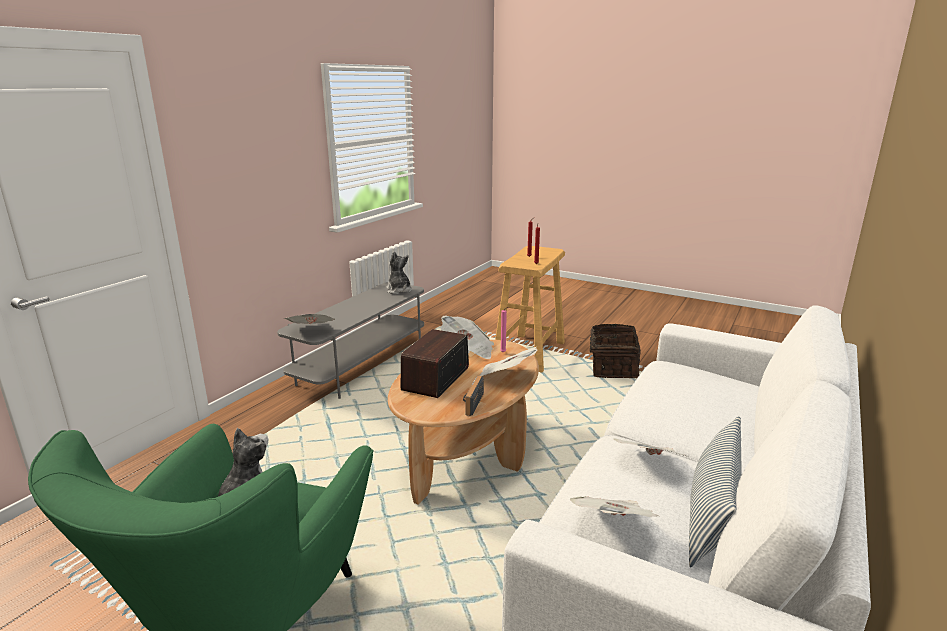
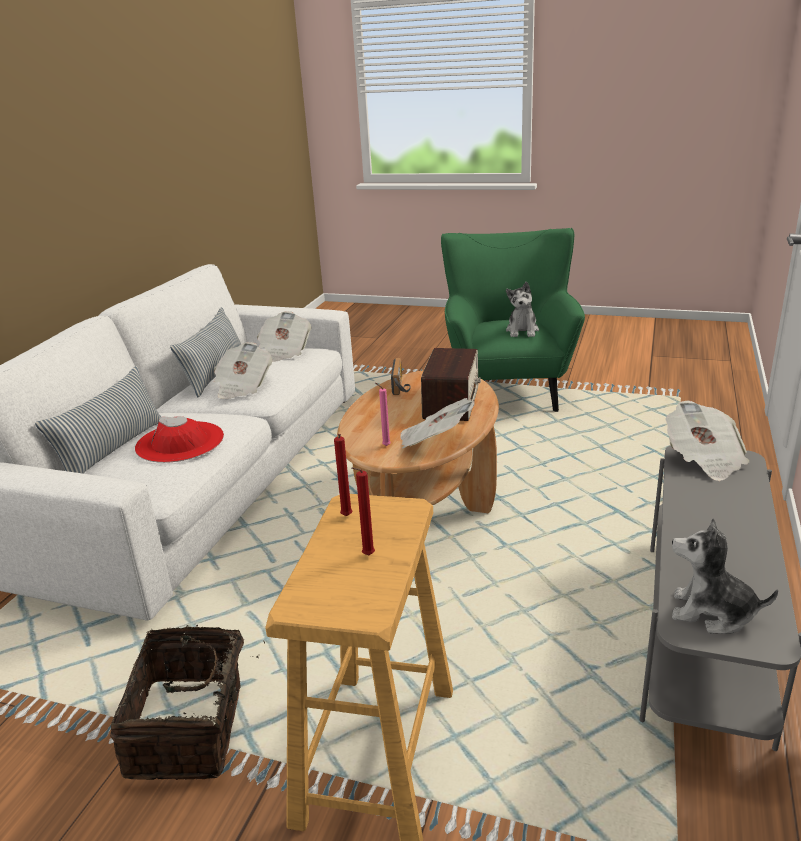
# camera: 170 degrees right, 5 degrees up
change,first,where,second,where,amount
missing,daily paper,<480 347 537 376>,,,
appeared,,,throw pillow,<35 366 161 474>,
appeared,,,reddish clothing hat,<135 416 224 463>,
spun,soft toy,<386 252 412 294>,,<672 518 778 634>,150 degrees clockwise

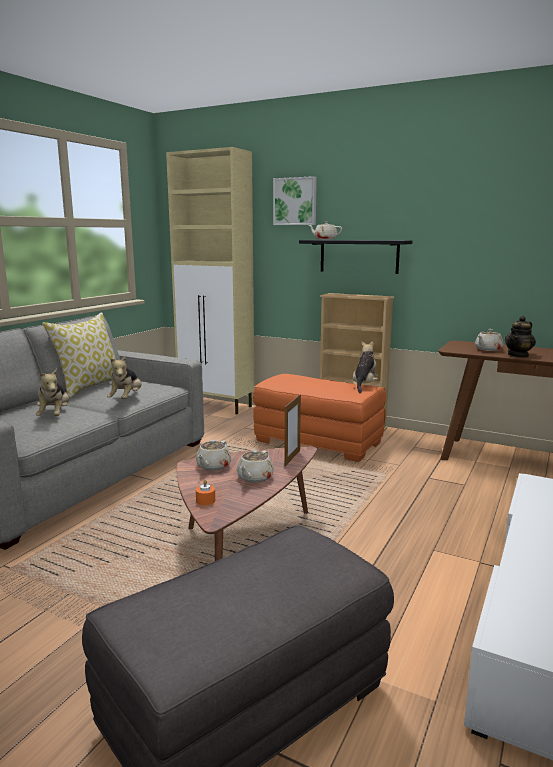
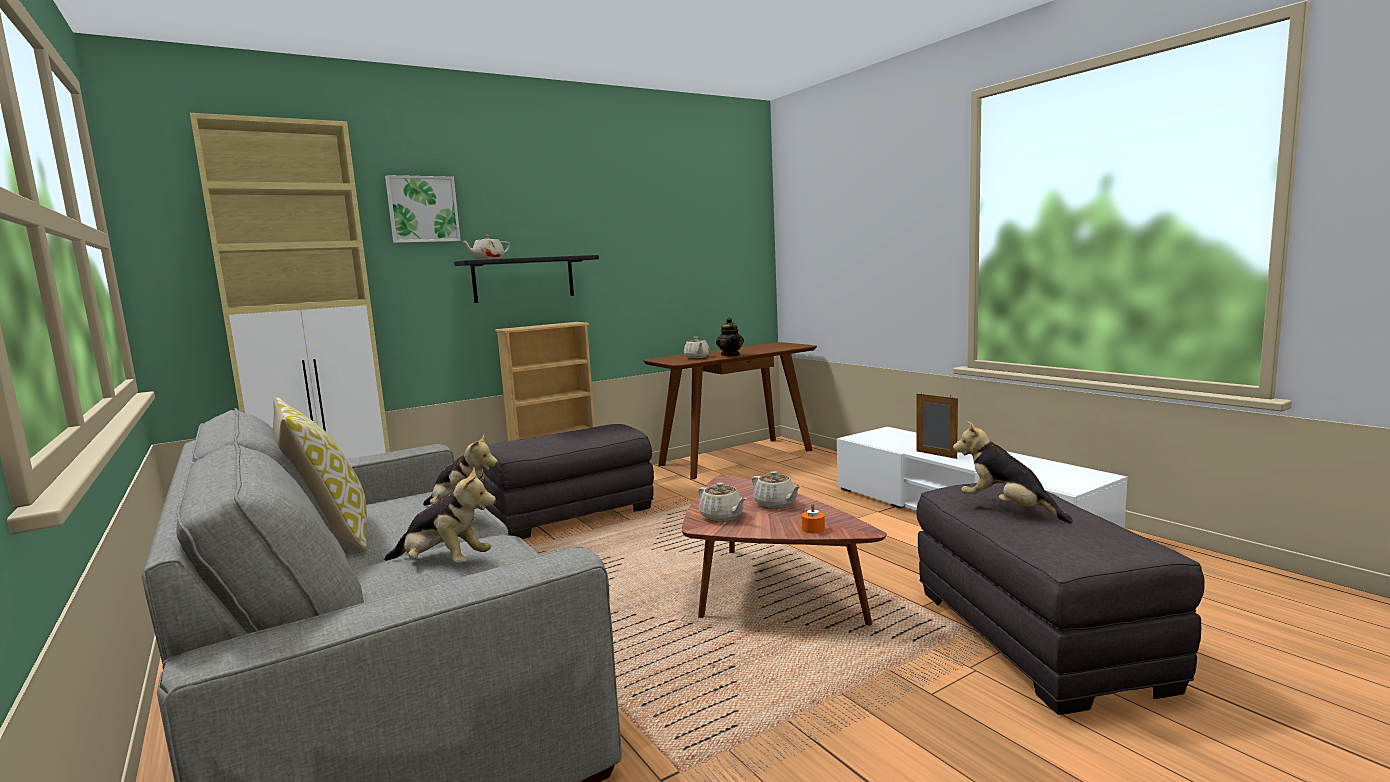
# camera: 60 degrees left, 5 degrees down
change,first,where,second,where,amount
relocated,photo frame,<284 394 301 467>,,<916 392 958 459>,
relocated,soft toy,<353 341 378 393>,,<953 421 1073 523>,
colour,orange-coloured ottoman,<253 374 386 462>,grey ottoman,<483 424 654 539>,

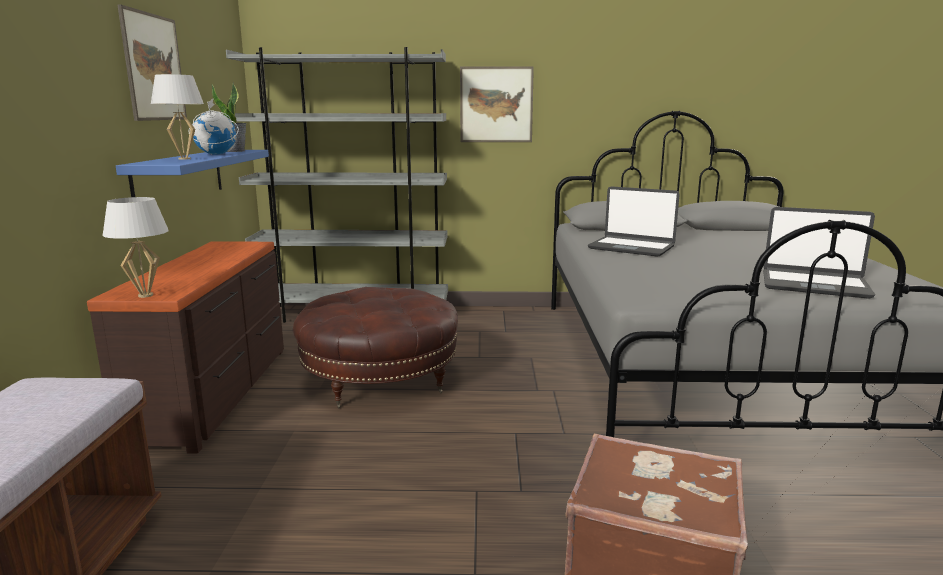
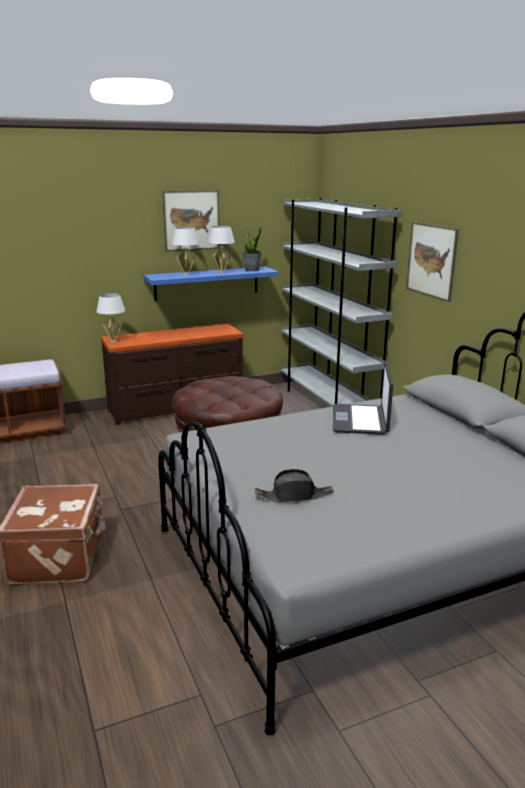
# camera: 65 degrees right, 5 degrees up
change,first,where,second,where,amount
exchanged,globe,<188 99 239 155>,white-coloured lamp for a table,<208 226 235 273>,
exchanged,notebook computer,<763 207 875 299>,black clothing hat,<254 469 333 502>,

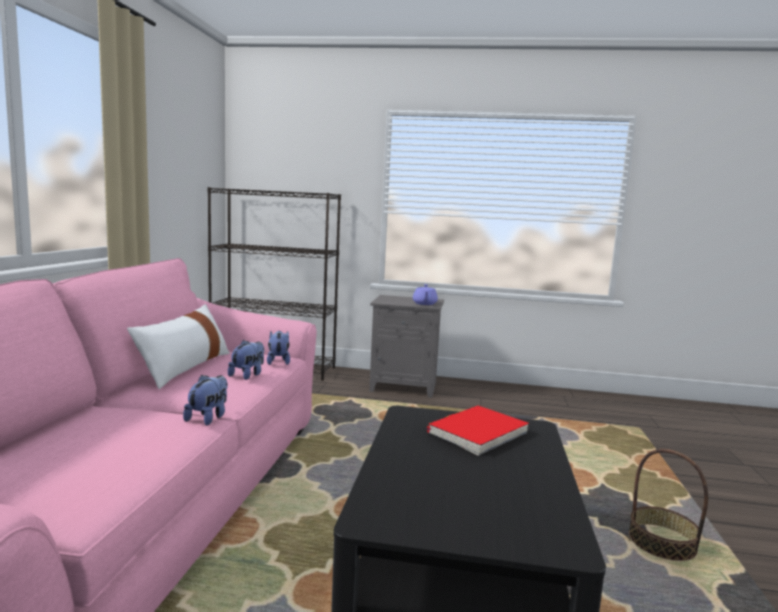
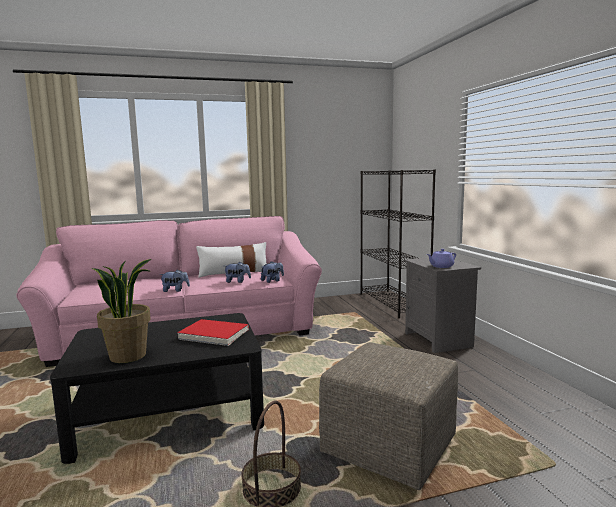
# camera: 65 degrees right, 0 degrees up
change,first,where,second,where,amount
appeared,,,plant in a pot,<92 259 151 363>,
appeared,,,sand-coloured ottoman,<319 342 458 490>,

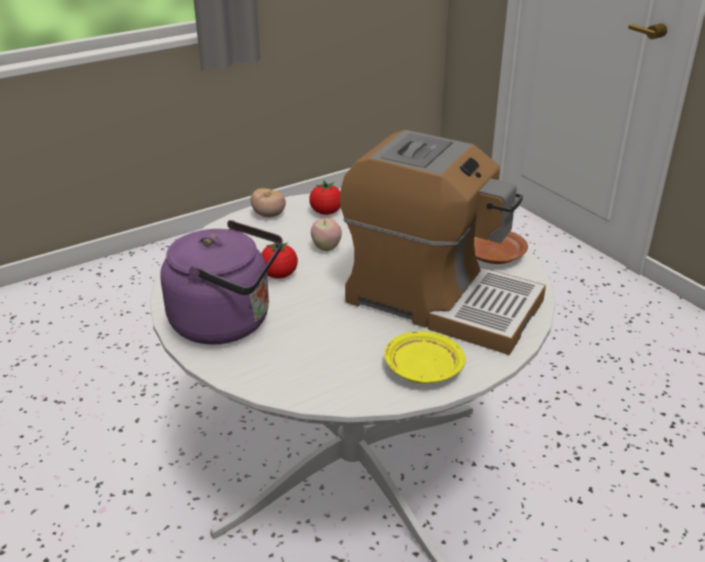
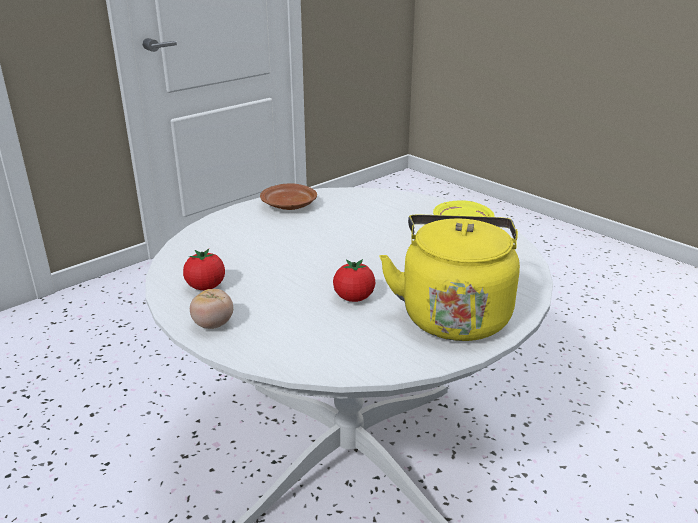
# camera: 100 degrees left, 5 degrees down
change,first,where,second,where,amount
missing,apple fruit,<311 218 342 251>,,,
missing,coffee brewer,<340 130 546 355>,,,
colour,purplish kettle,<160 220 283 345>,yellowish kettle,<380 215 520 341>,

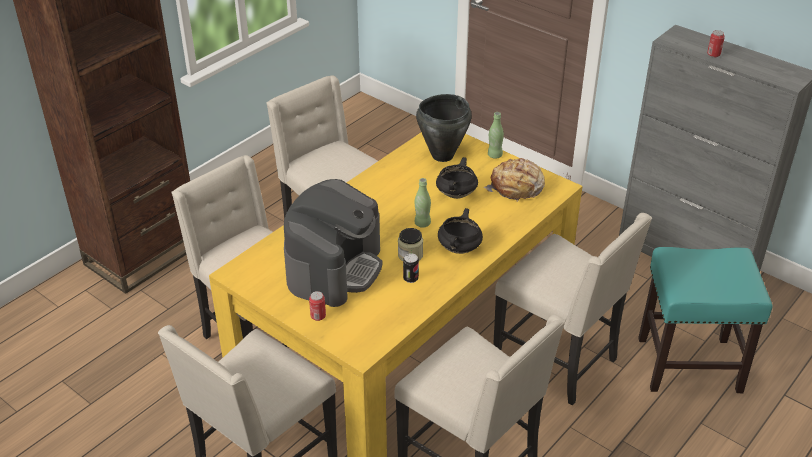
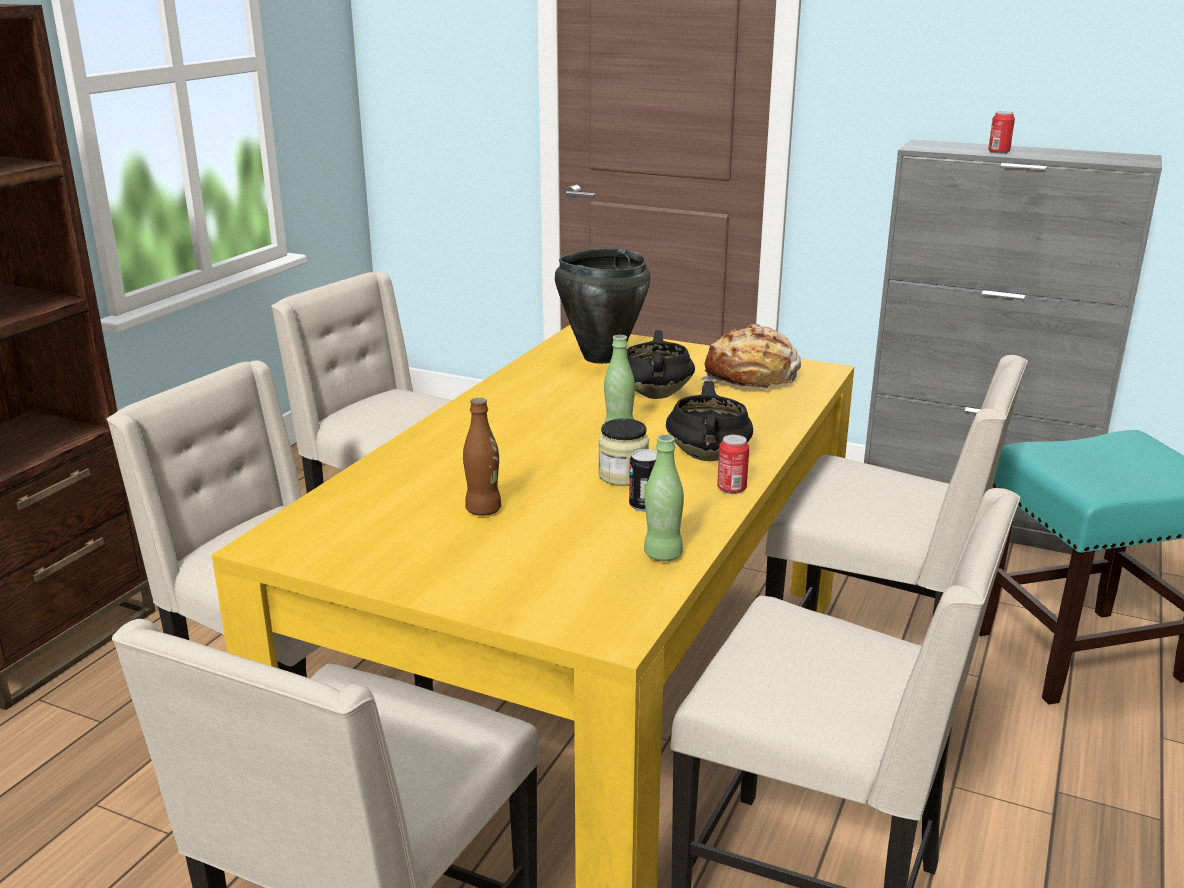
# camera: 15 degrees left, 15 degrees down
change,first,where,second,where,amount
relocated,metal can,<309 291 326 321>,,<717 435 749 494>,
relocated,green bottle,<488 112 504 159>,,<644 434 684 561>,
exchanged,coffee brewer,<284 179 382 307>,brown-coloured bottle,<463 398 501 516>,

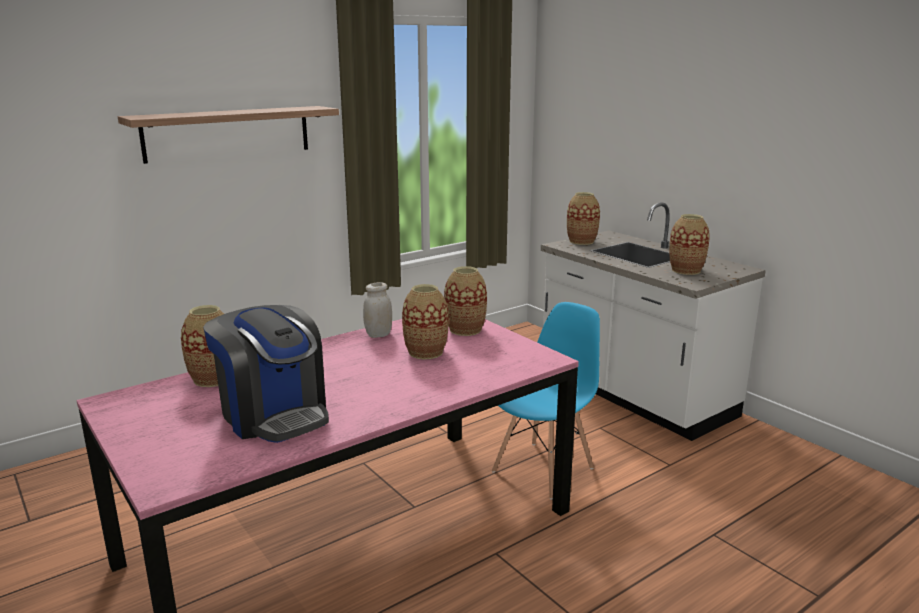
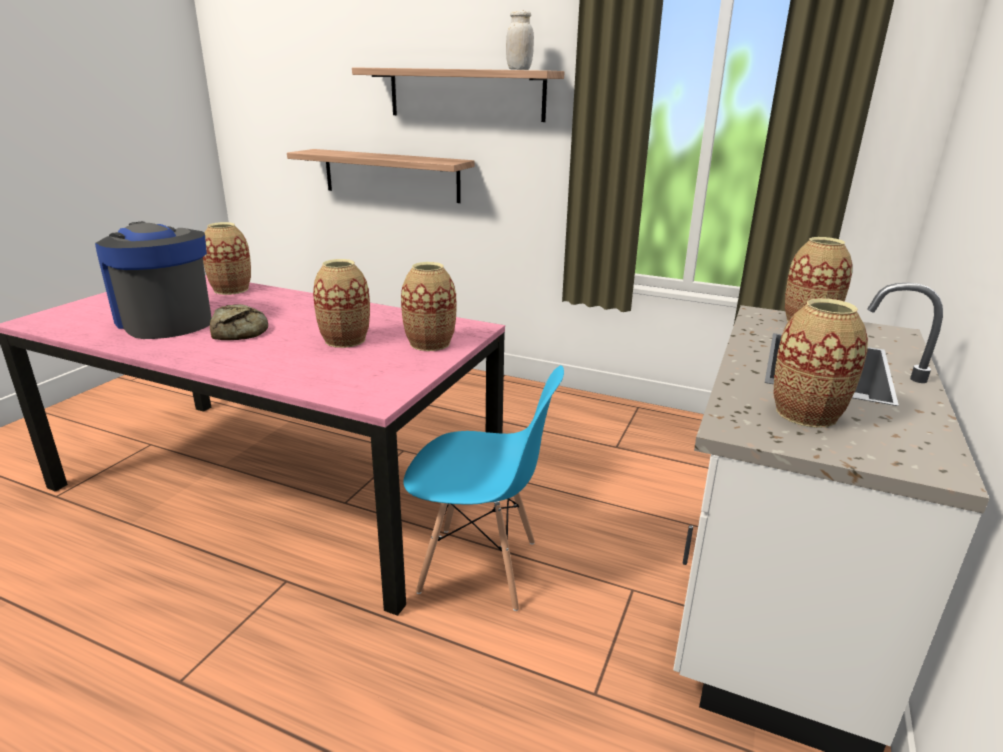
# camera: 60 degrees right, 5 degrees up
change,first,where,second,where,amount
appeared,,,baked bread,<210 304 268 340>,
appeared,,,wall shelf,<287 149 475 203>,
relocated,white-coloured jar,<363 282 392 338>,,<506 11 534 70>,
spun,coffee brewer,<203 305 329 443>,,<95 221 212 339>,120 degrees clockwise

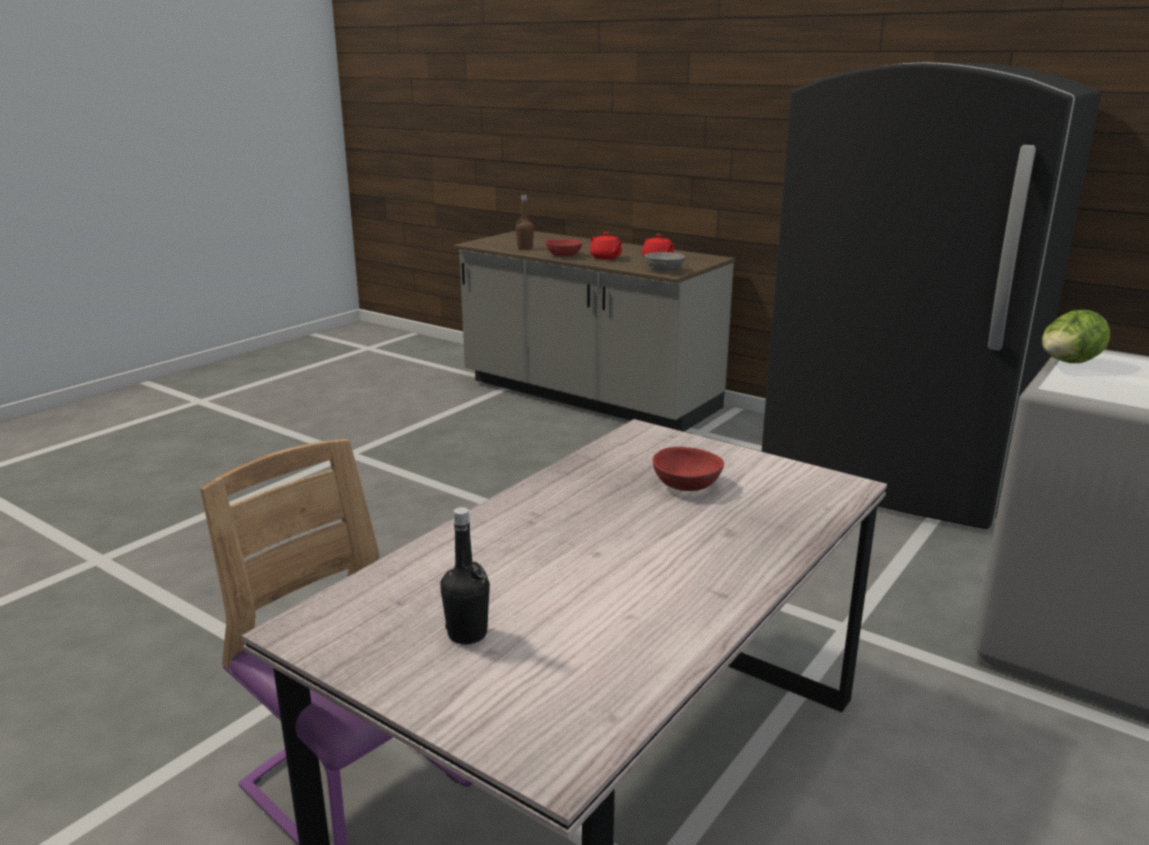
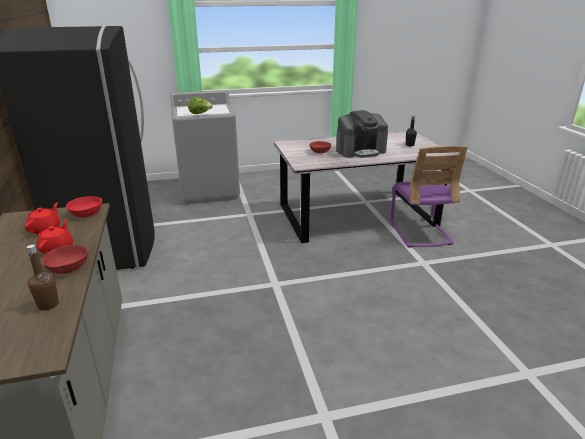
# camera: 140 degrees left, 5 degrees up
change,first,where,second,where,amount
appeared,,,coffee brewer,<336 110 388 158>,
colour,grey deep dish,<644 252 685 271>,reddish deep dish,<66 196 102 217>,

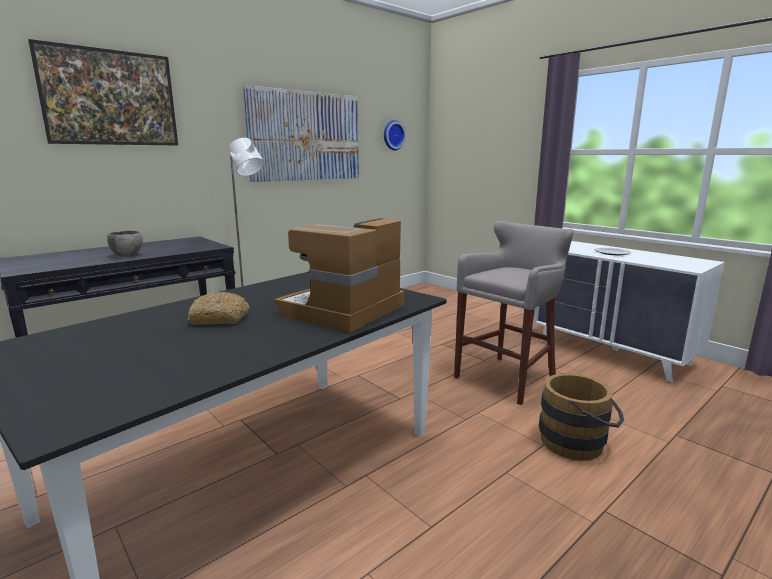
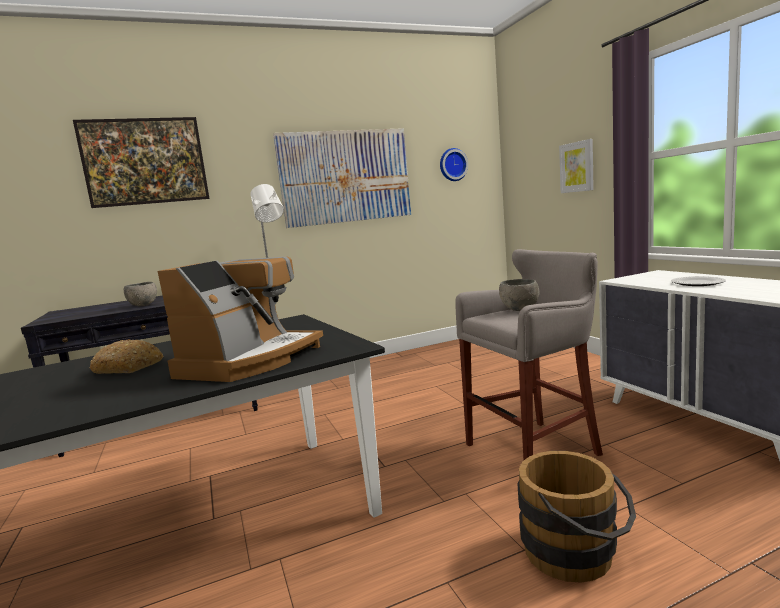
# camera: 20 degrees right, 5 degrees down
change,first,where,second,where,amount
appeared,,,grey deep dish,<499 279 540 311>,
appeared,,,picture,<559 139 594 193>,
spun,coffee brewer,<274 218 404 333>,,<158 257 323 382>,150 degrees clockwise

